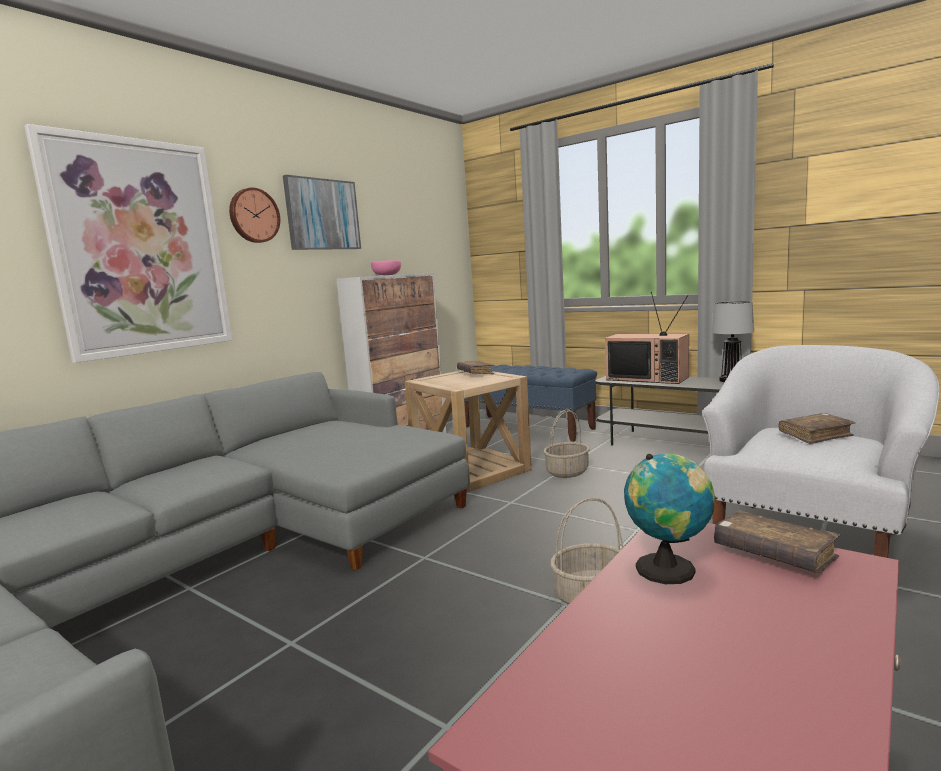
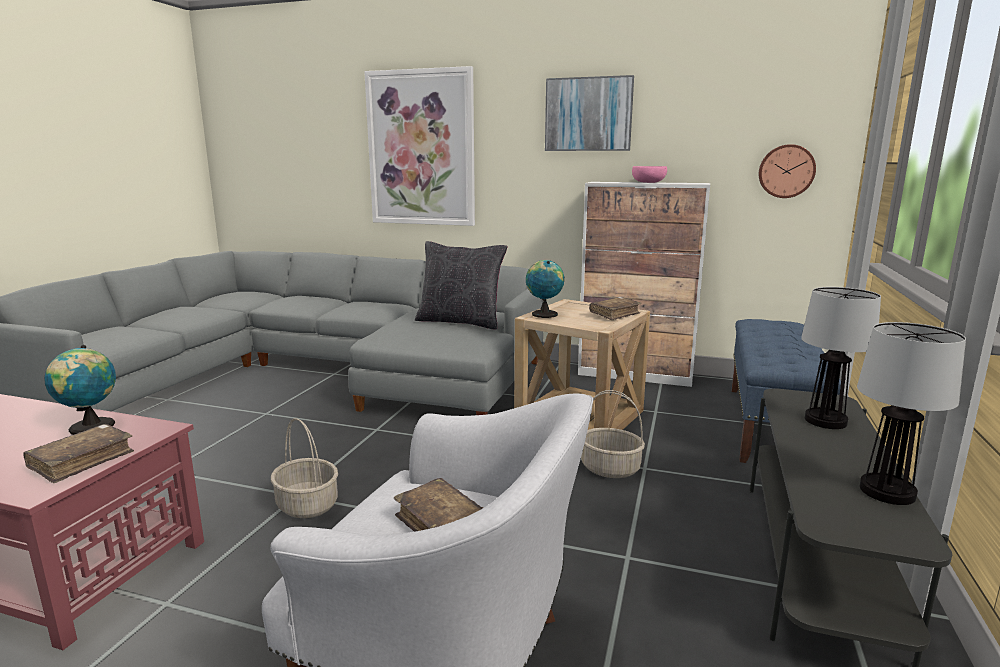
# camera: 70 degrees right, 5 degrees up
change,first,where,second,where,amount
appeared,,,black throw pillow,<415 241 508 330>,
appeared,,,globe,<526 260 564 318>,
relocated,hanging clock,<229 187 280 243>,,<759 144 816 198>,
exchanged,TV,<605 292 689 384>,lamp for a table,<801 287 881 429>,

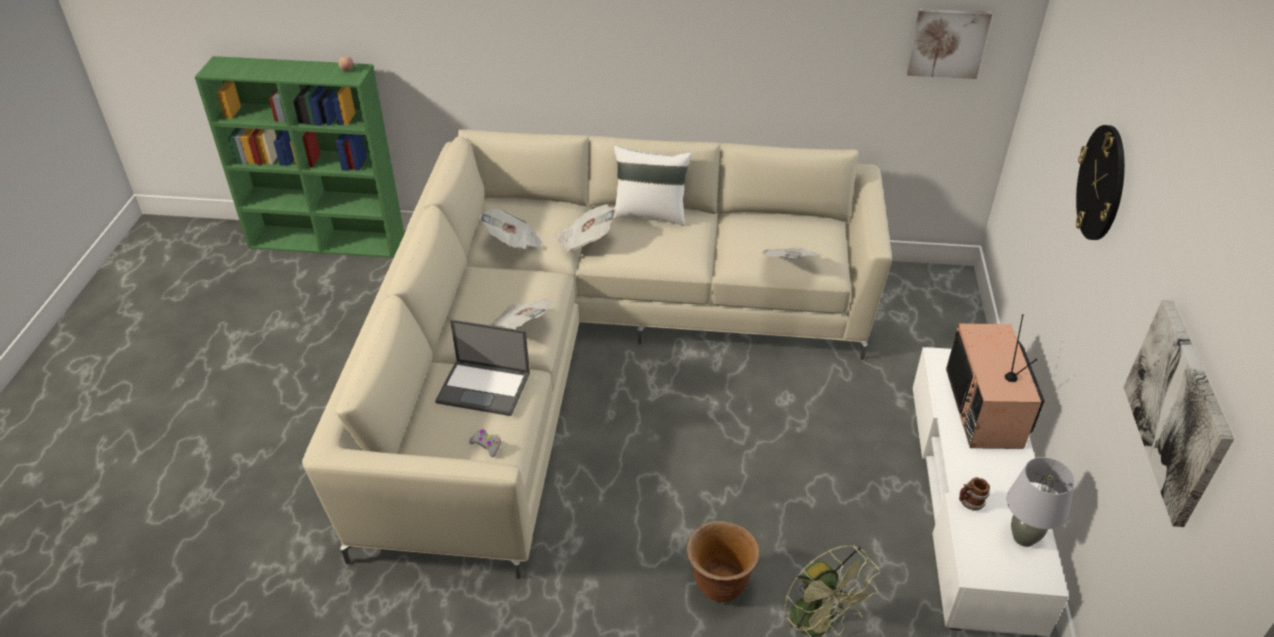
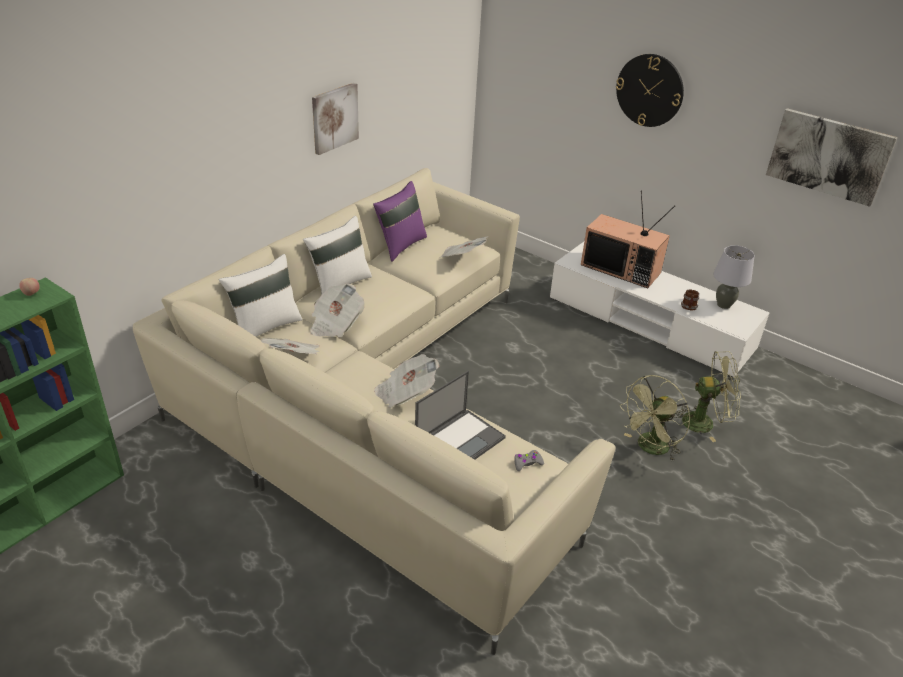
# camera: 60 degrees left, 5 degrees down
change,first,where,second,where,amount
appeared,,,white-coloured throw pillow,<219 254 303 337>,
appeared,,,purplish throw pillow,<373 181 427 262>,
relocated,picture,<907 8 992 79>,,<312 83 359 155>,
exchanged,brown-coloured plant pot,<686 521 760 602>,green electric fan,<620 375 690 461>,

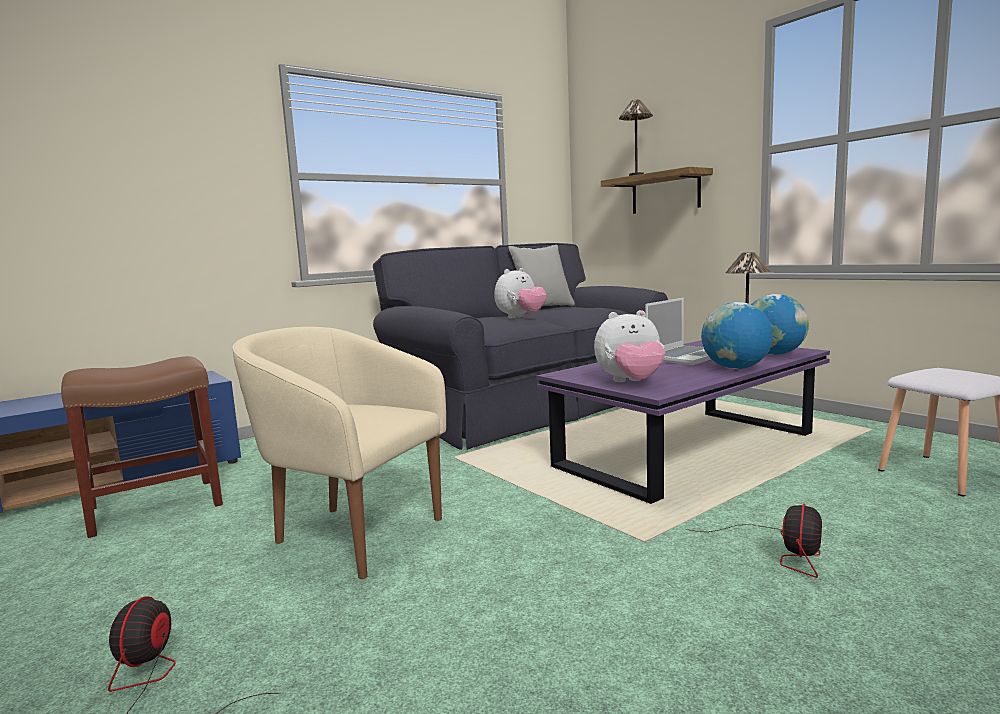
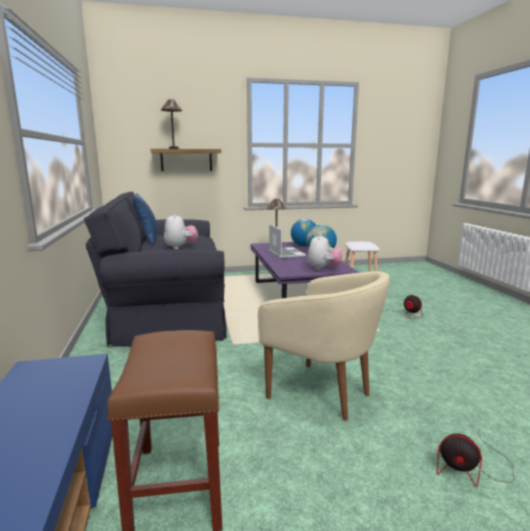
# camera: 65 degrees left, 5 degrees up
change,first,where,second,where,amount
colour,grey throw pillow,<508 245 575 306>,blue-coloured throw pillow,<133 193 158 244>,
spun,sand-coloured armchair,<232 327 446 579>,,<258 271 389 421>,105 degrees counterclockwise

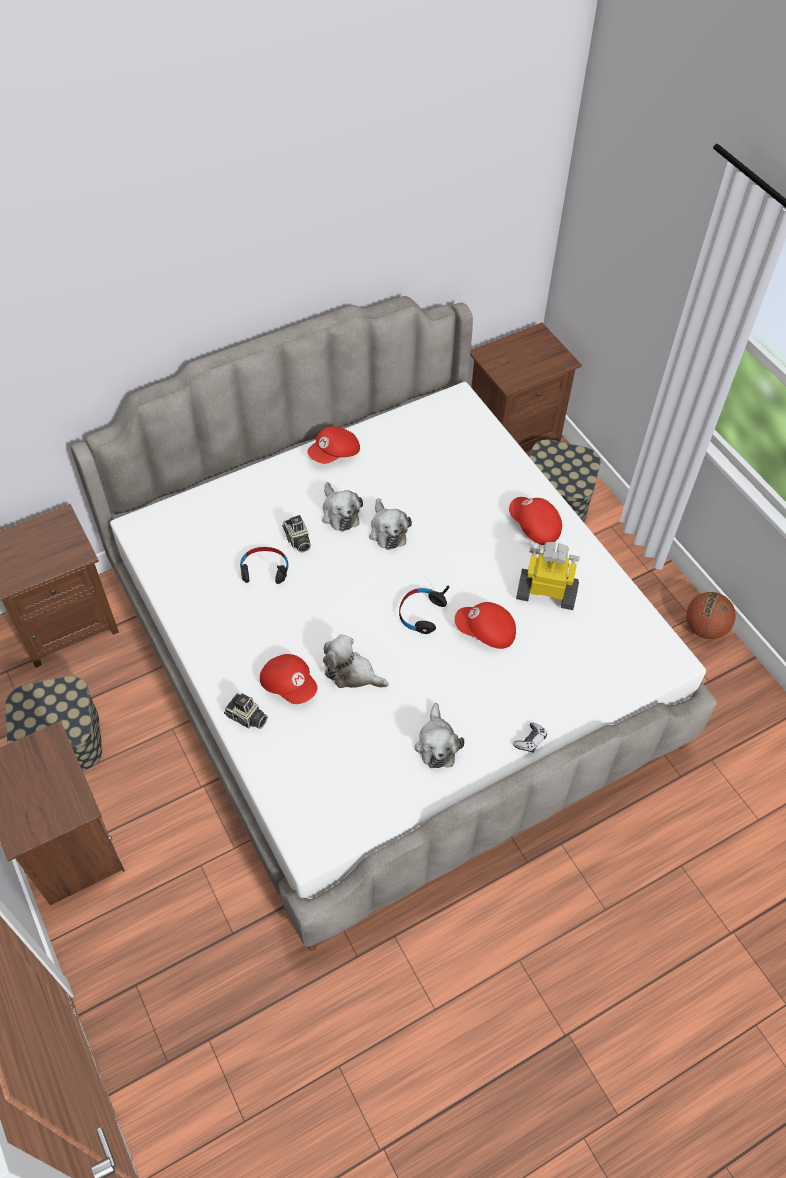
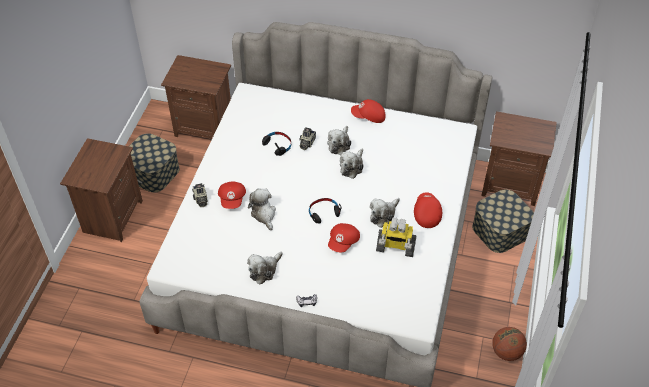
# camera: 45 degrees right, 5 degrees down
change,first,where,second,where,amount
appeared,,,soft toy,<370 198 400 228>,
spun,reddish cap,<455 602 516 649>,,<328 223 360 252>,120 degrees counterclockwise
spun,model robot,<516 542 580 610>,,<376 218 417 257>,135 degrees clockwise

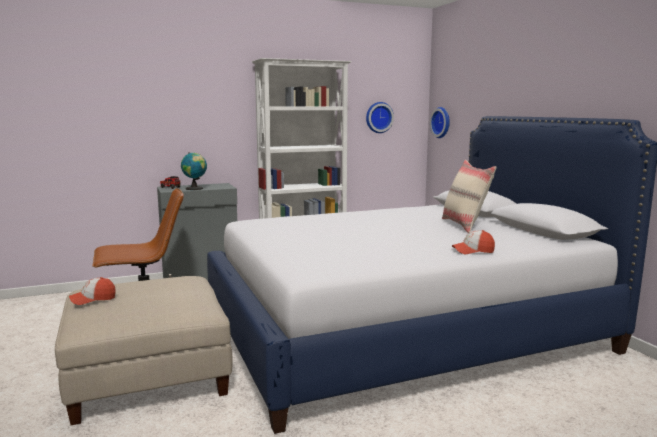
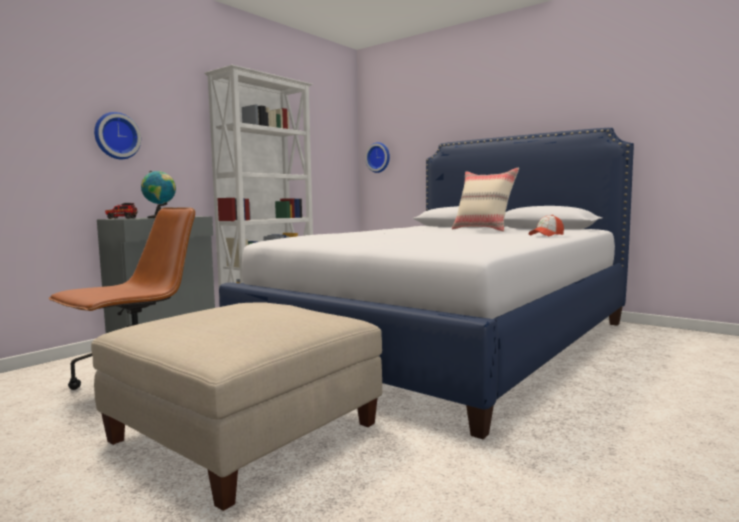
# camera: 30 degrees left, 5 degrees down
change,first,where,second,where,amount
missing,cap,<69 277 116 305>,,,
relocated,hanging clock,<366 102 394 133>,,<94 112 141 159>,

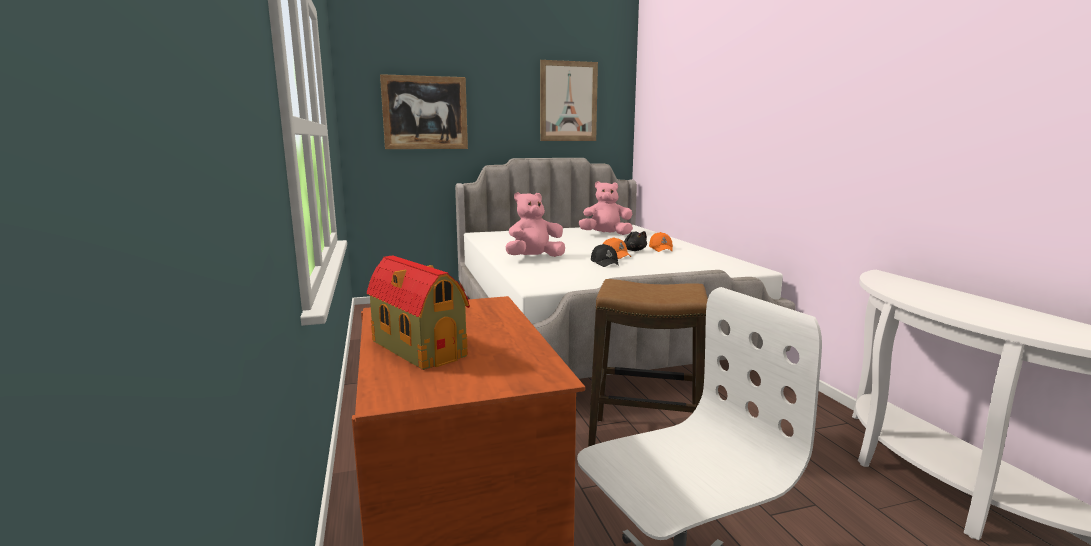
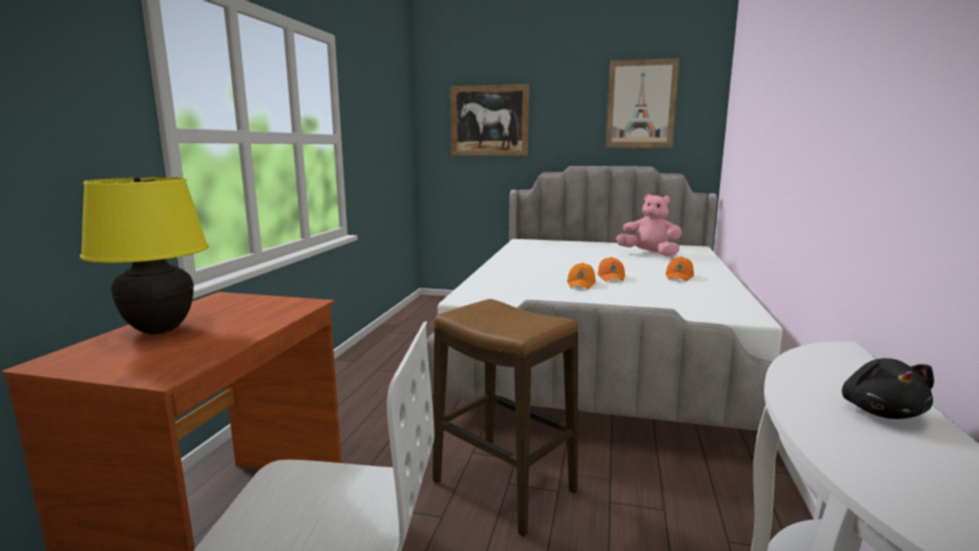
# camera: 30 degrees right, 0 degrees up
change,first,where,second,where,amount
missing,pink soft toy,<506 192 565 257>,,,
relocated,black soft toy,<624 231 647 251>,,<842 358 934 419>,
exchanged,toy house,<367 255 470 370>,yellowish lamp for a table,<80 177 209 334>,
colour,black cap,<591 244 619 267>,orange-coloured cap,<567 263 596 289>,

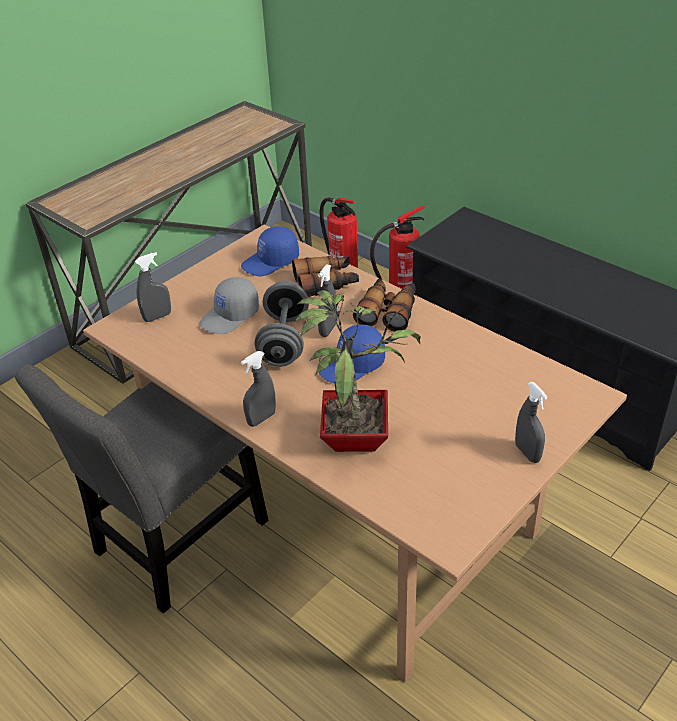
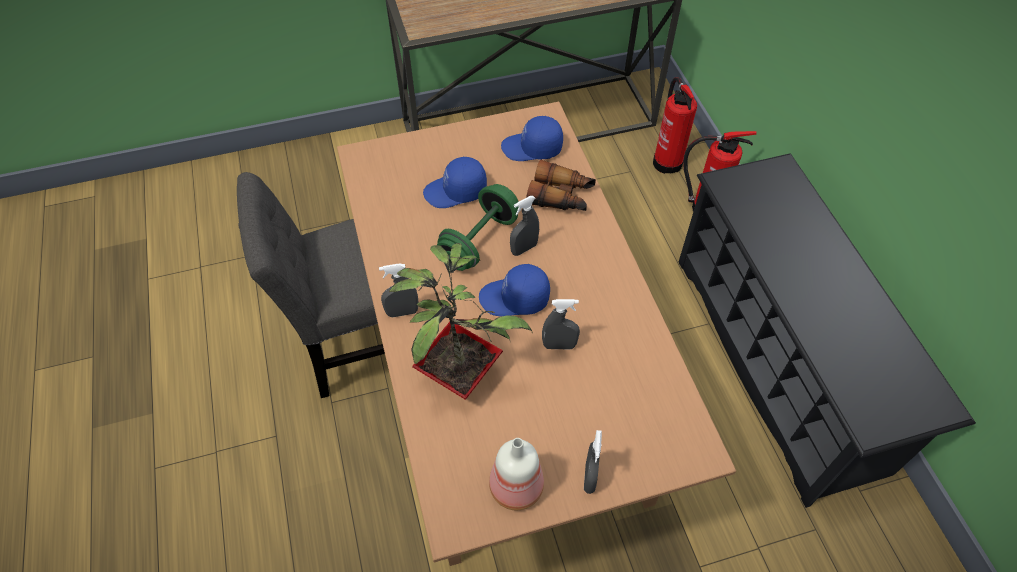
# camera: 30 degrees right, 15 degrees up
change,first,where,second,where,amount
missing,field glasses,<353 278 416 332>,,,
appeared,,,bottle,<489 438 544 510>,
relocated,grey hand sprayer,<135 252 171 322>,,<542 299 580 350>,
colour,grey cap,<200 277 259 334>,blue-coloured cap,<423 157 487 208>,
colour,grey free weight,<255 281 309 367>,green free weight,<437 184 519 271>,

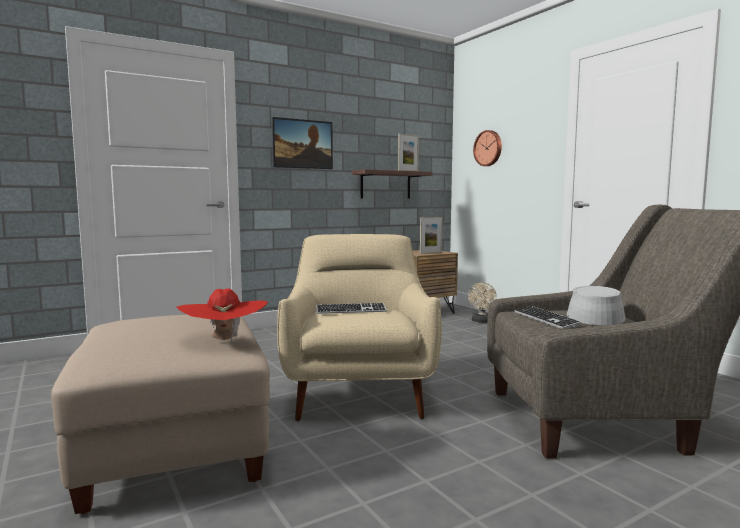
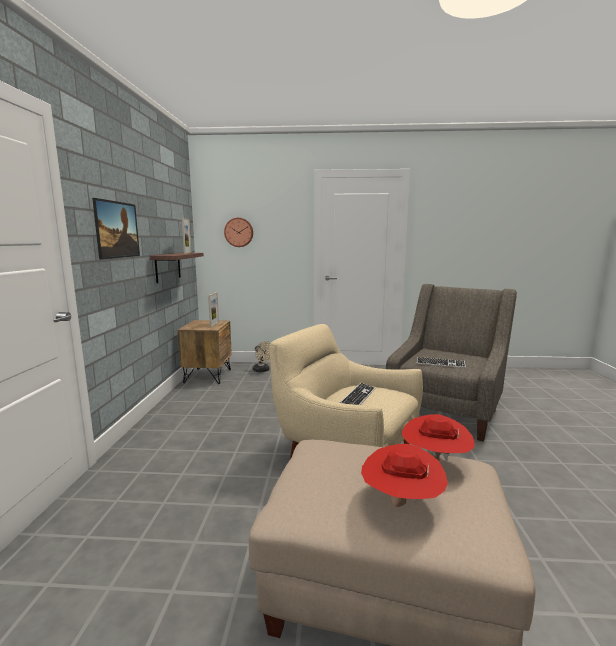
# camera: 55 degrees left, 5 degrees up
change,first,where,second,where,amount
missing,grey clothing hat,<567 286 626 326>,,,
appeared,,,reddish clothing hat,<361 444 448 507>,

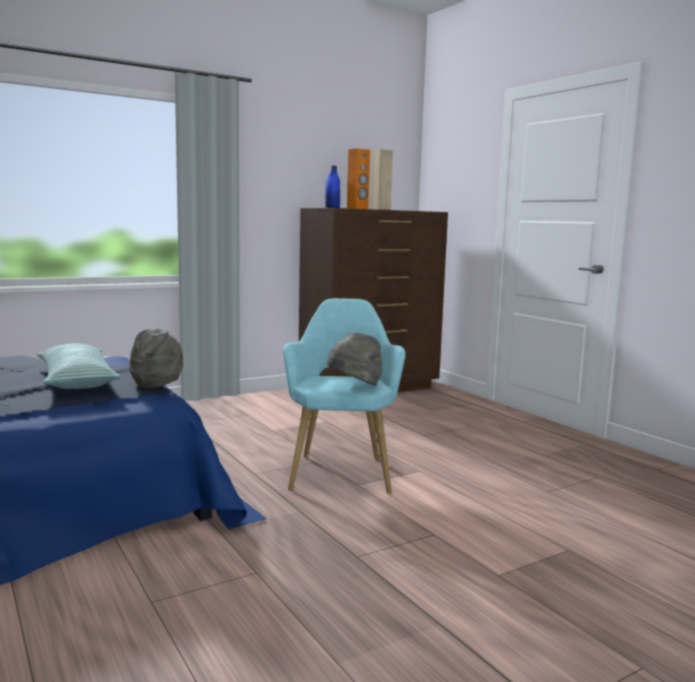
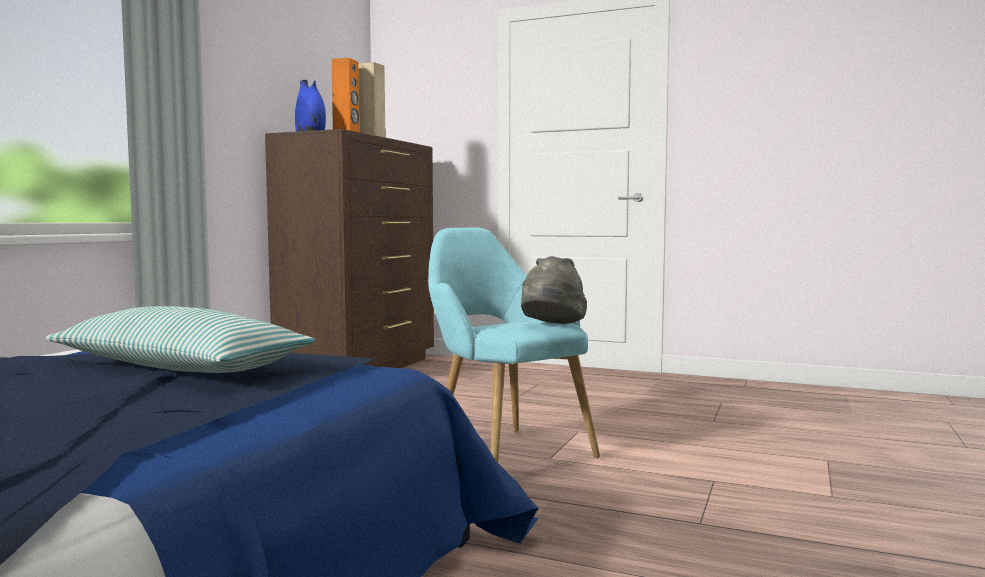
# camera: 35 degrees left, 5 degrees down
change,first,where,second,where,amount
missing,grey clothing hat,<129 328 183 389>,,,

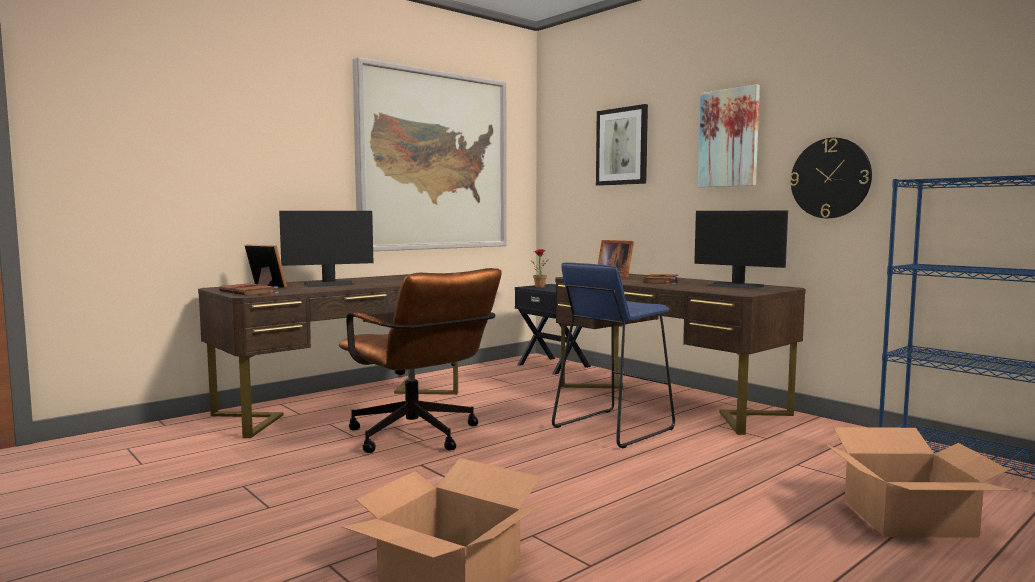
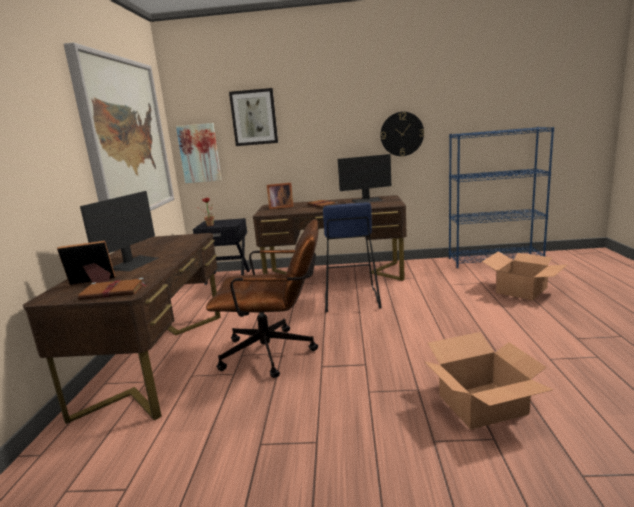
# camera: 45 degrees left, 10 degrees up
change,first,where,second,where,amount
relocated,picture,<698 84 760 187>,,<176 123 221 183>,

